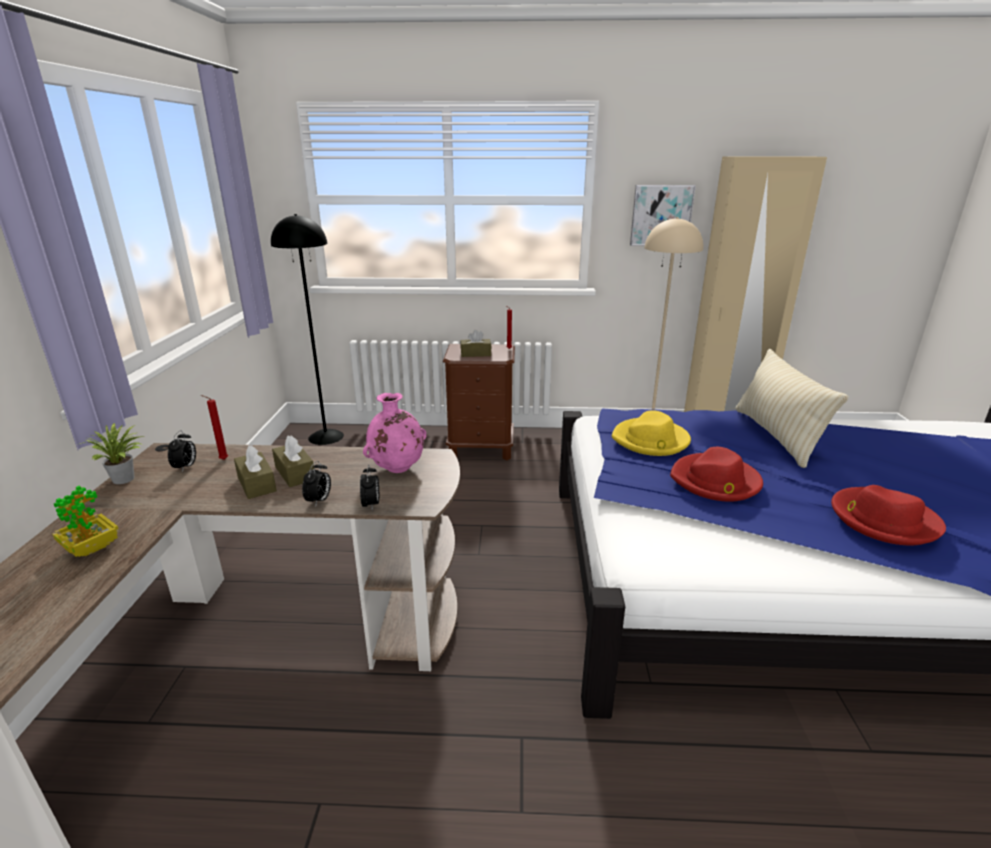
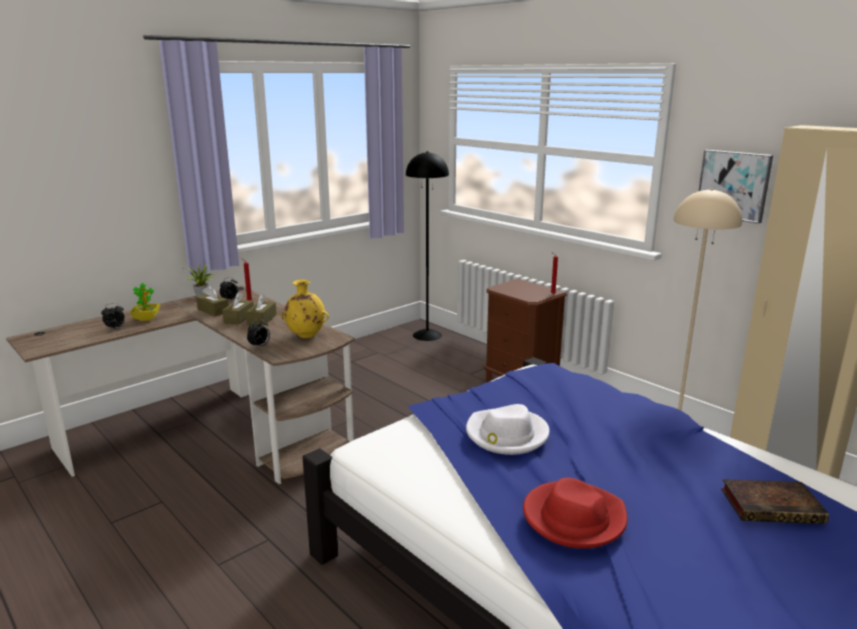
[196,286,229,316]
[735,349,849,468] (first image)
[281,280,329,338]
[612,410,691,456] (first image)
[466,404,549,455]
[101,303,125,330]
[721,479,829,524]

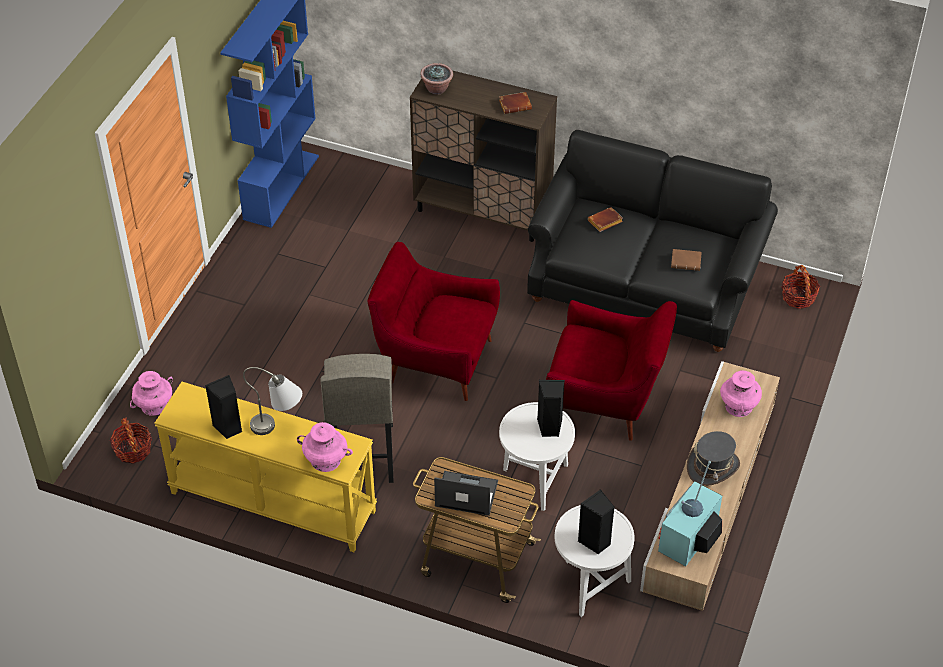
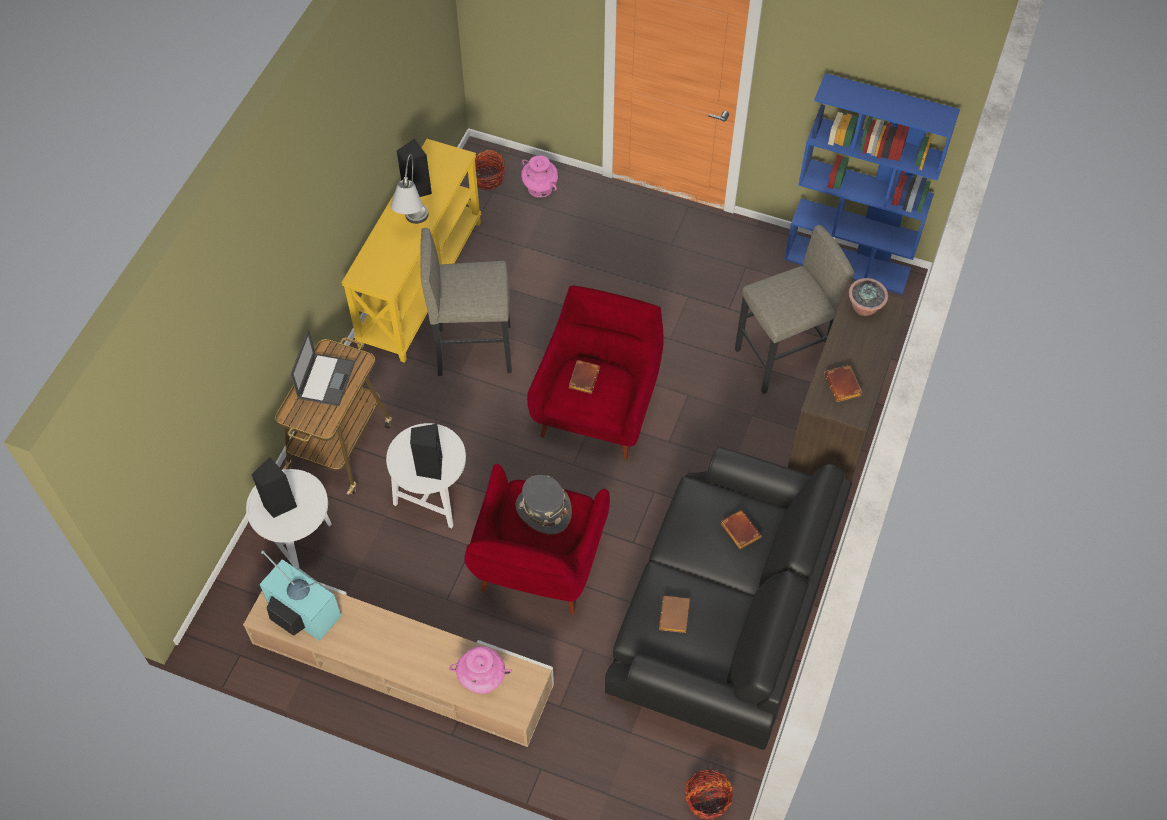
[297,422,353,472] (first image)
[515,475,572,534]
[735,225,855,394]
[569,360,600,394]

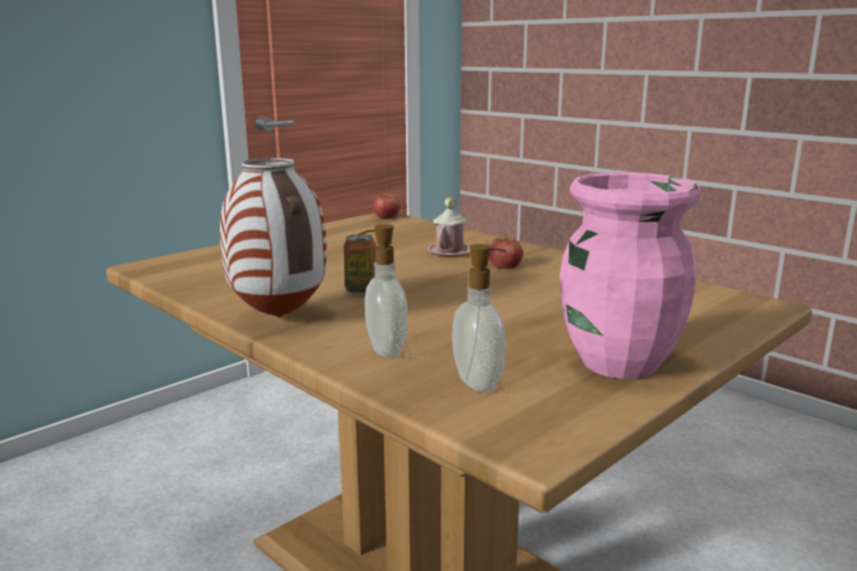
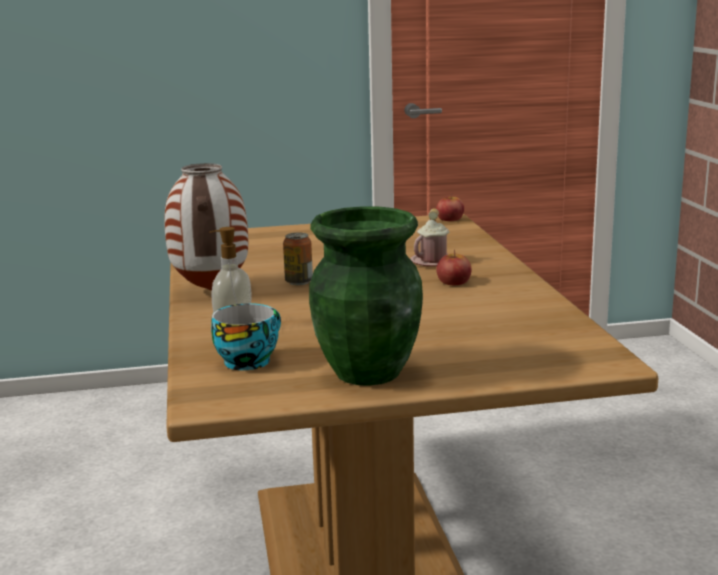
[309,206,423,386]
[211,303,281,370]

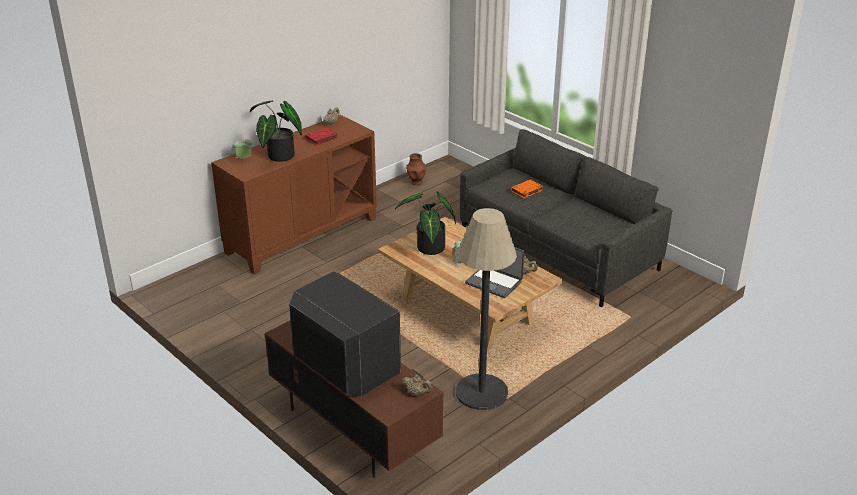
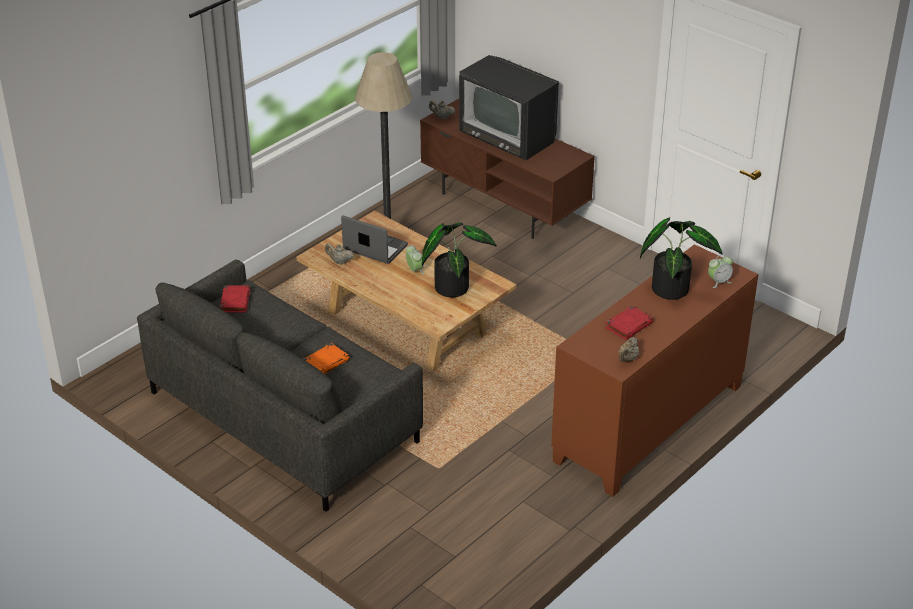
[406,153,426,185] (first image)
[220,285,250,313]

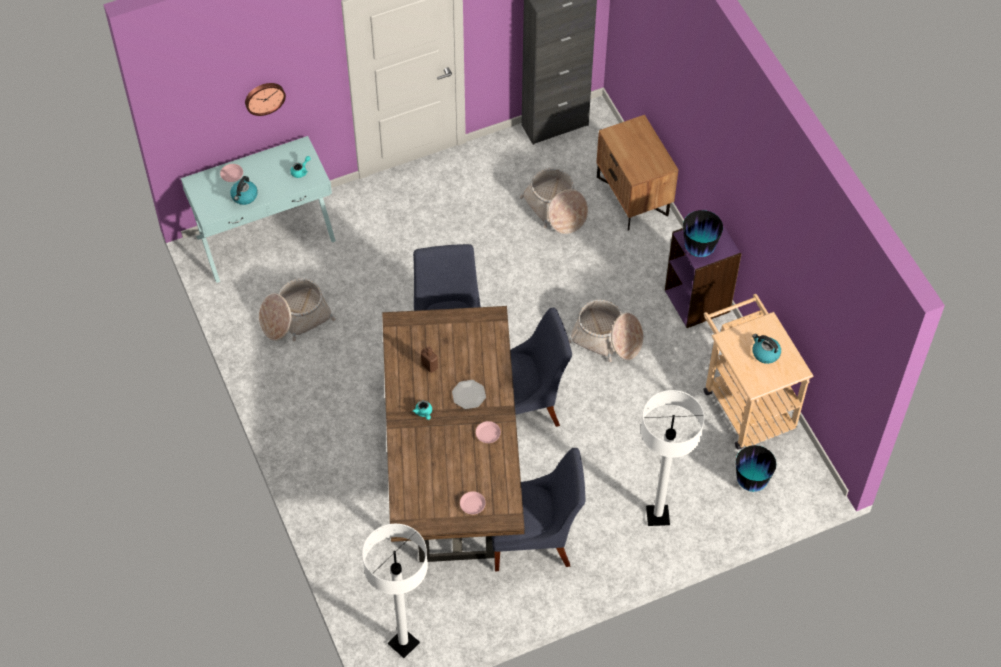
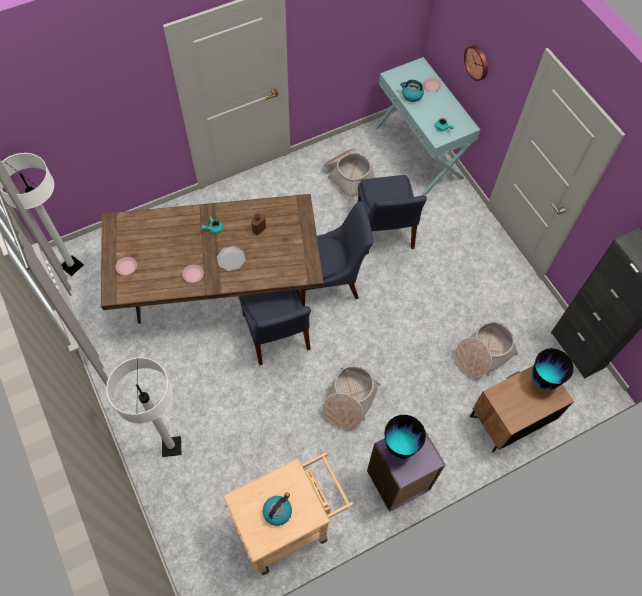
[532,348,574,390]
[358,175,427,254]

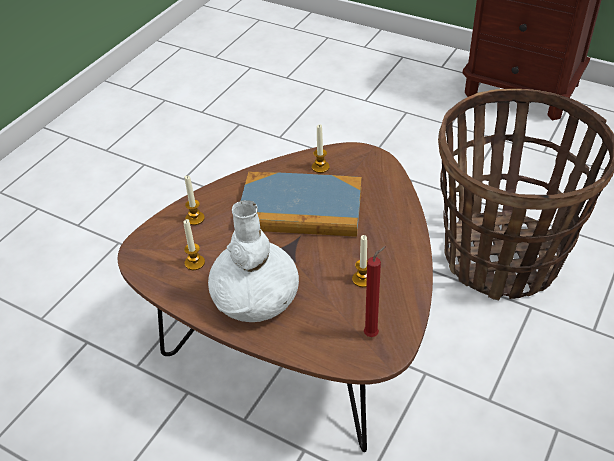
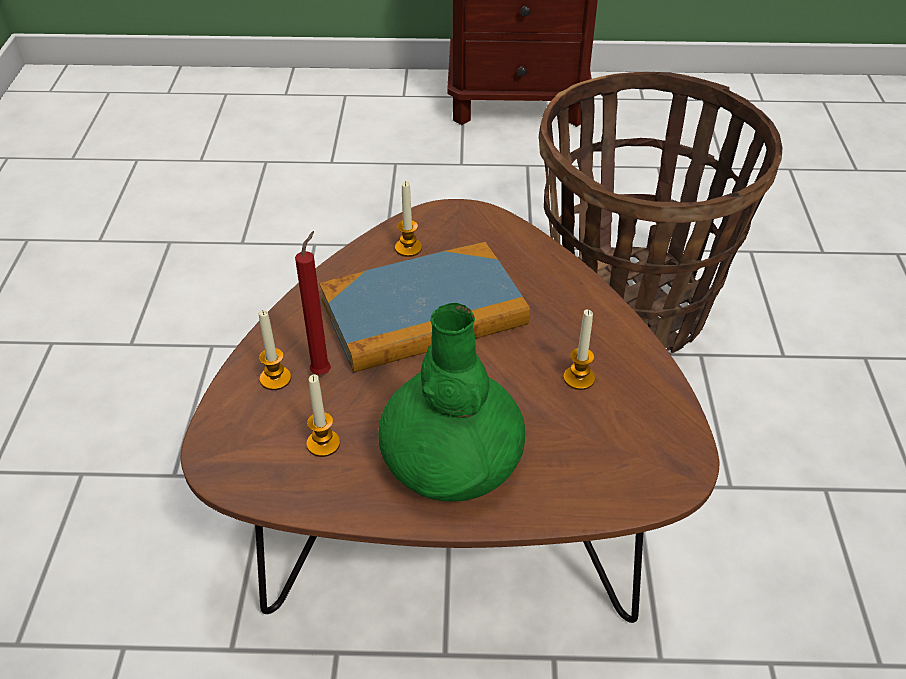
[378,303,525,502]
[295,231,331,375]

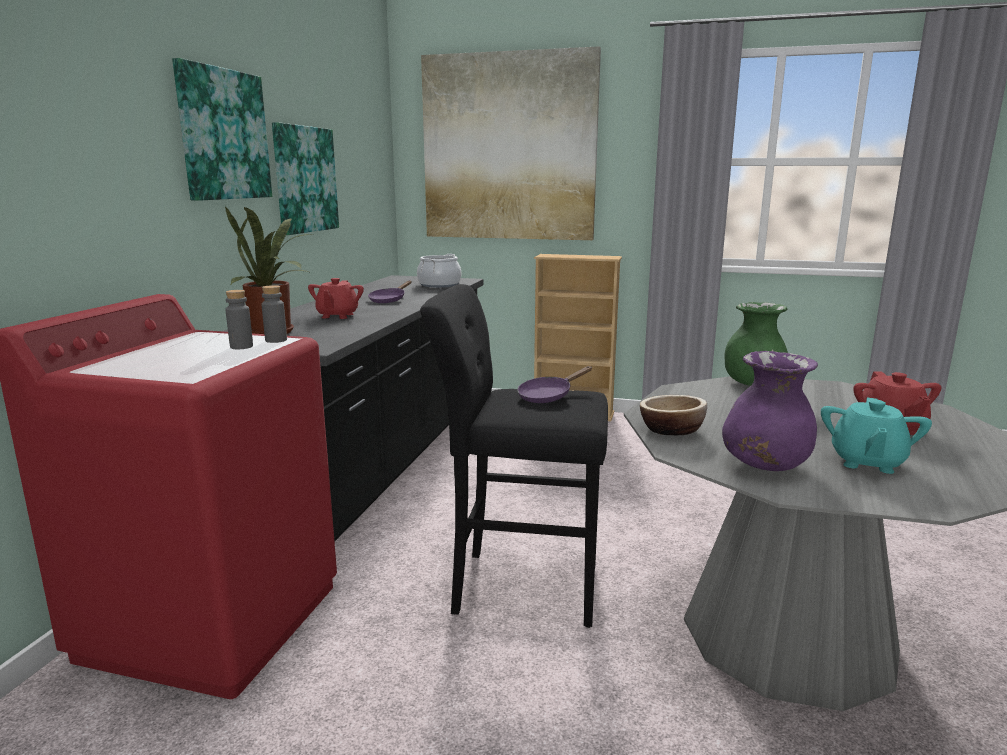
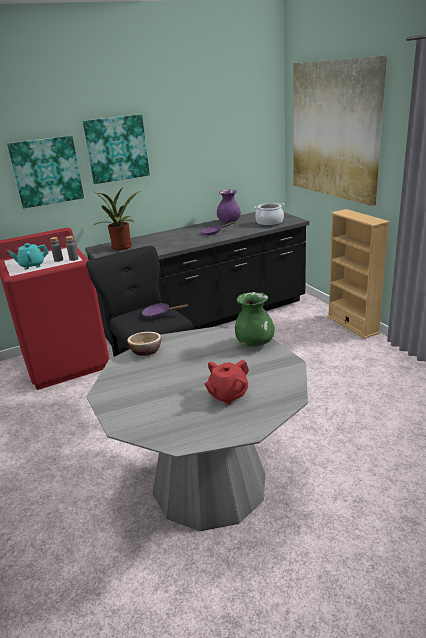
[7,136,84,208]
[308,278,364,319] (first image)
[217,189,241,223]
[8,243,49,270]

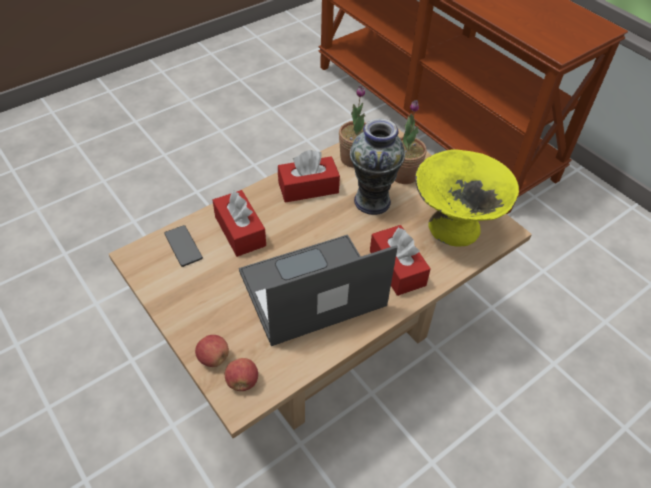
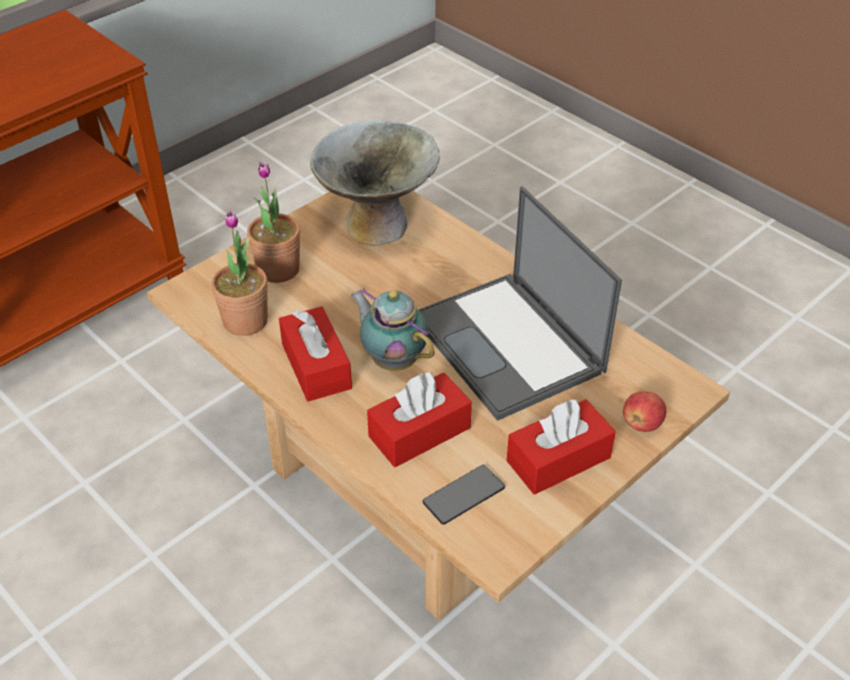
[350,119,405,215] (first image)
[310,120,440,246]
[507,398,616,495]
[225,358,258,391] (first image)
[351,288,435,371]

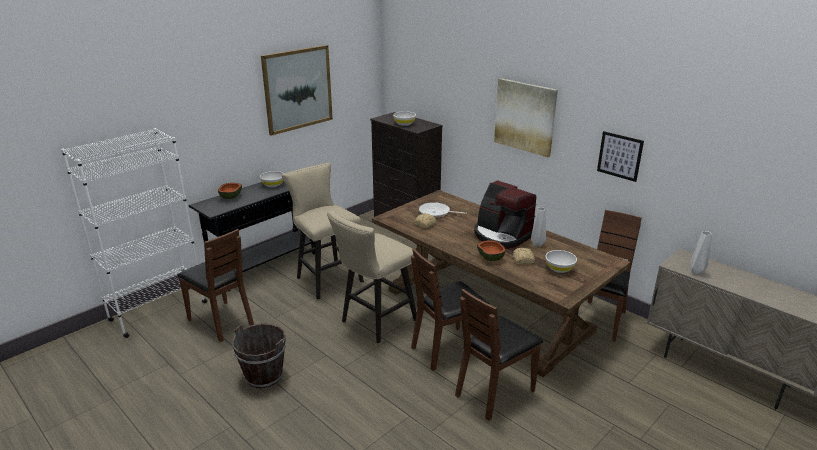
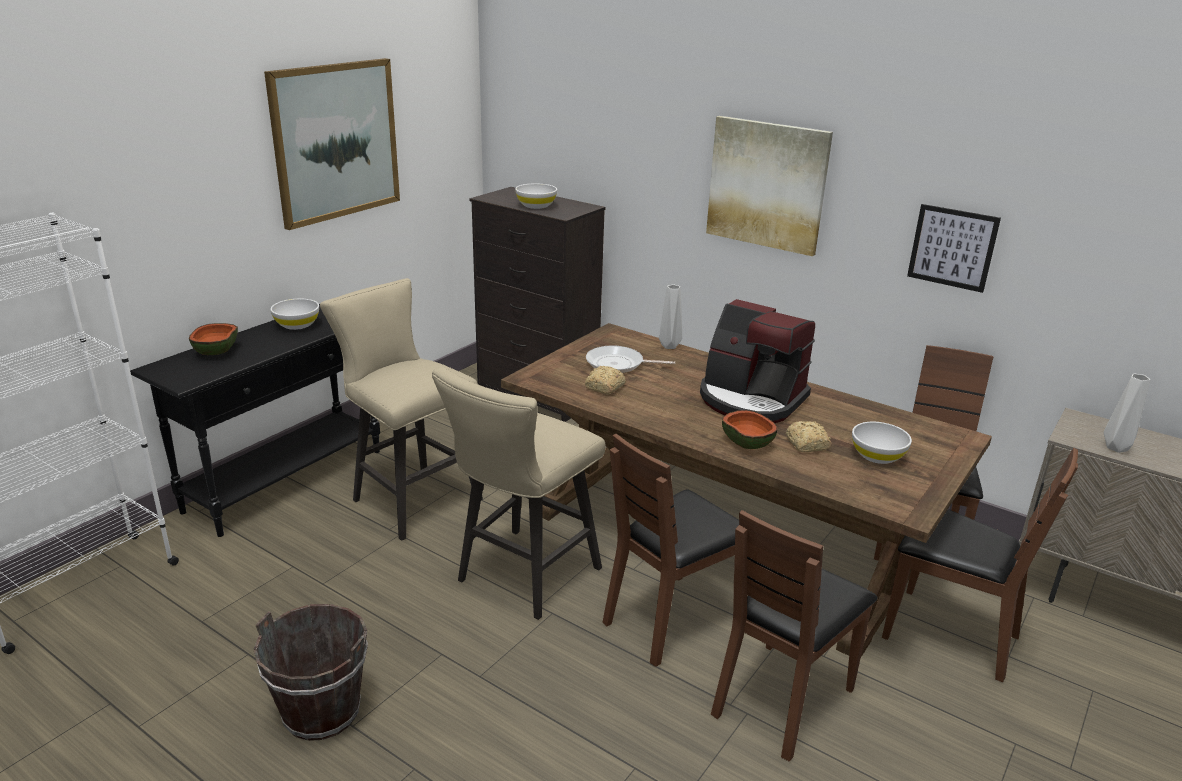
[659,284,682,349]
[882,448,1078,682]

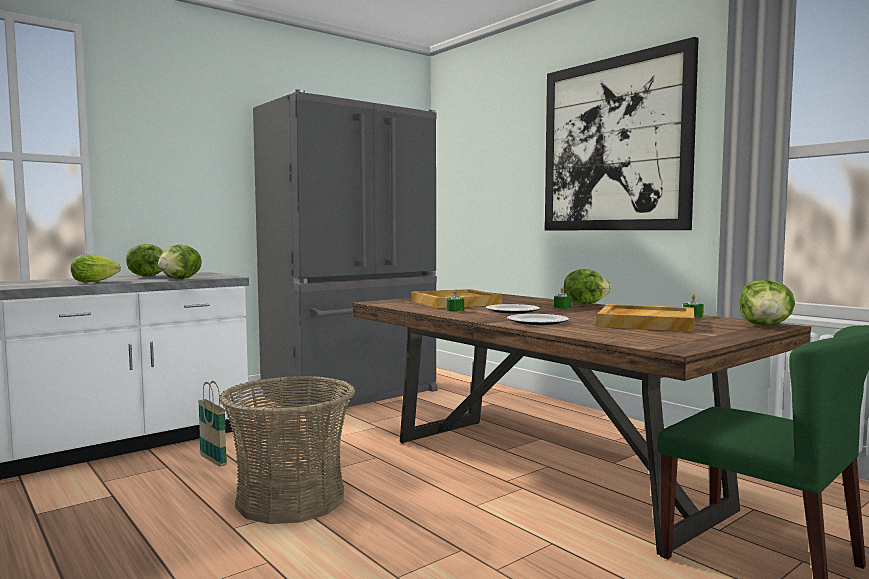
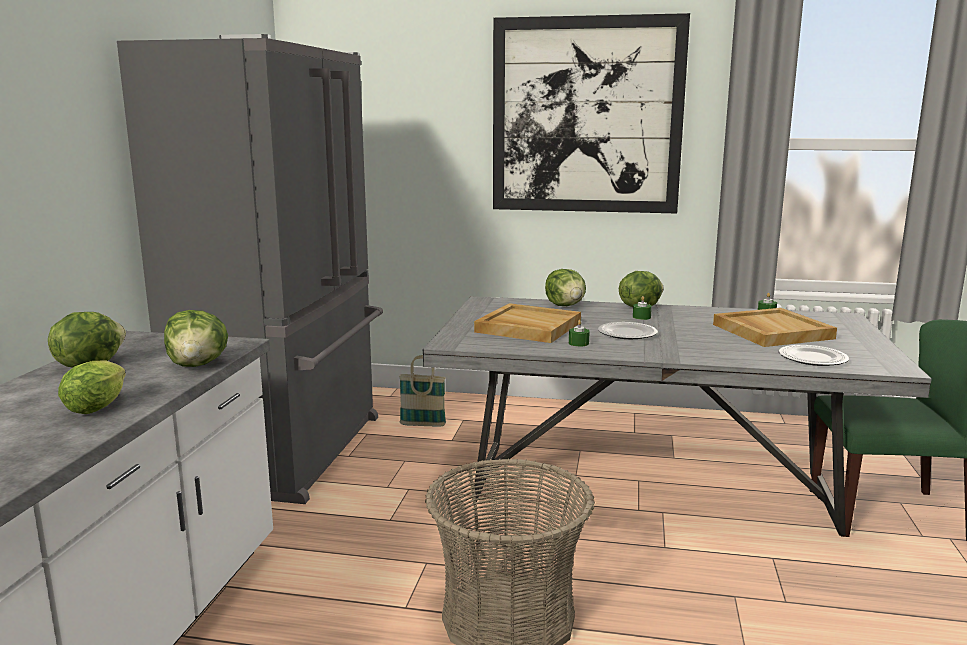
[545,269,586,306]
[423,296,932,536]
[779,345,849,366]
[399,355,446,427]

